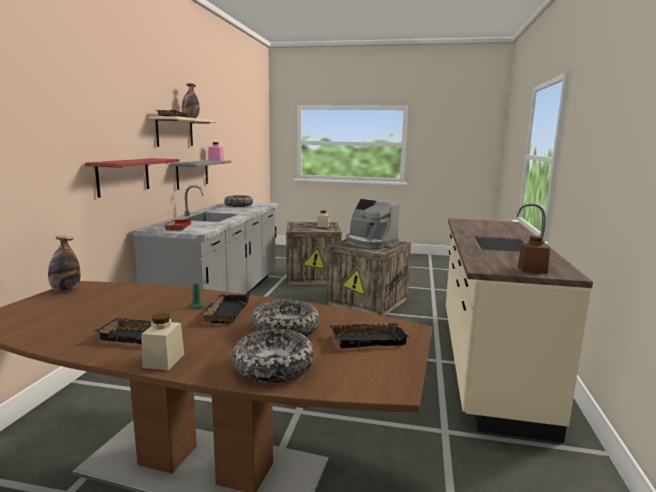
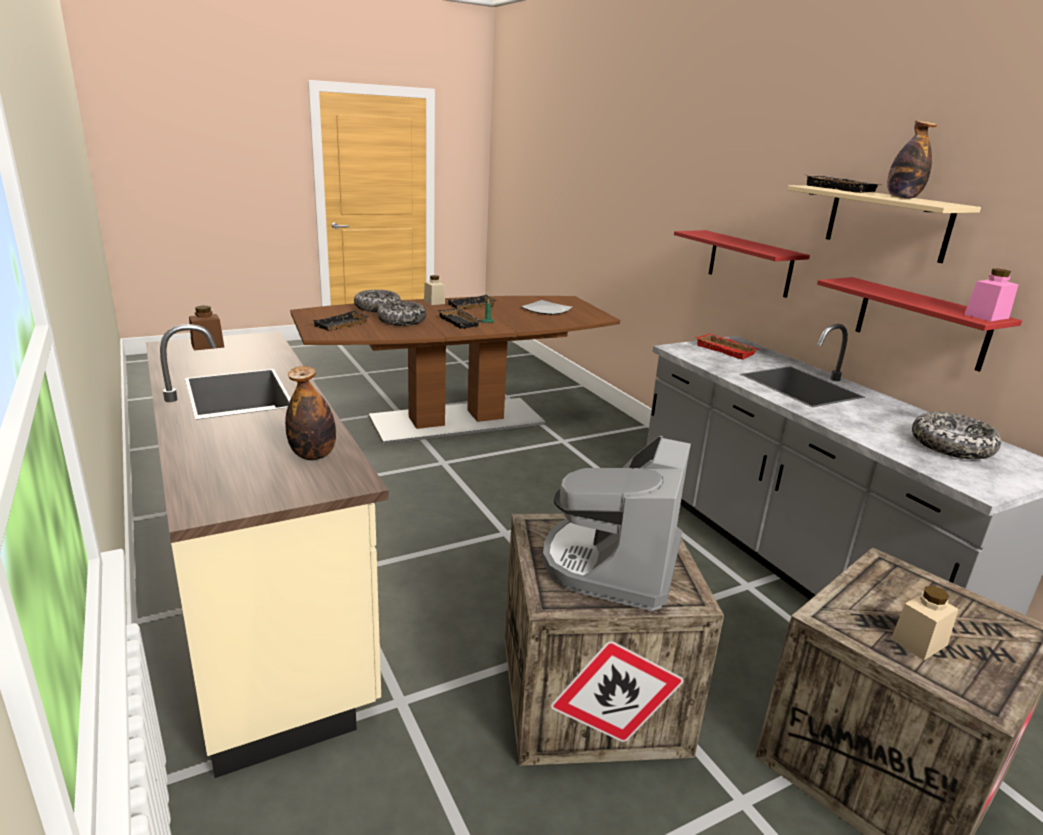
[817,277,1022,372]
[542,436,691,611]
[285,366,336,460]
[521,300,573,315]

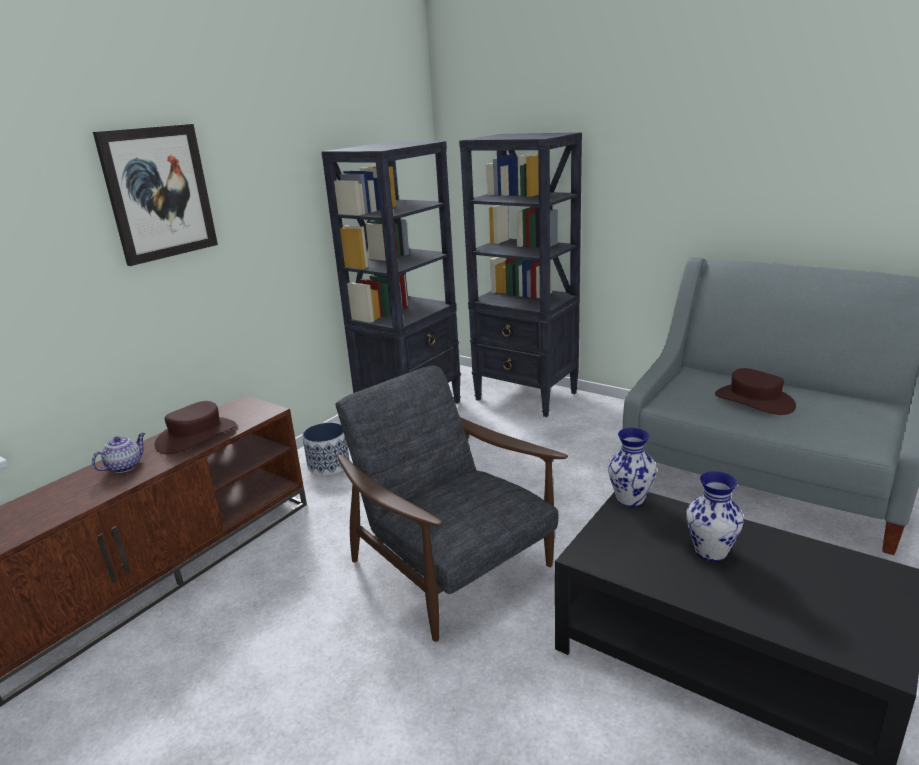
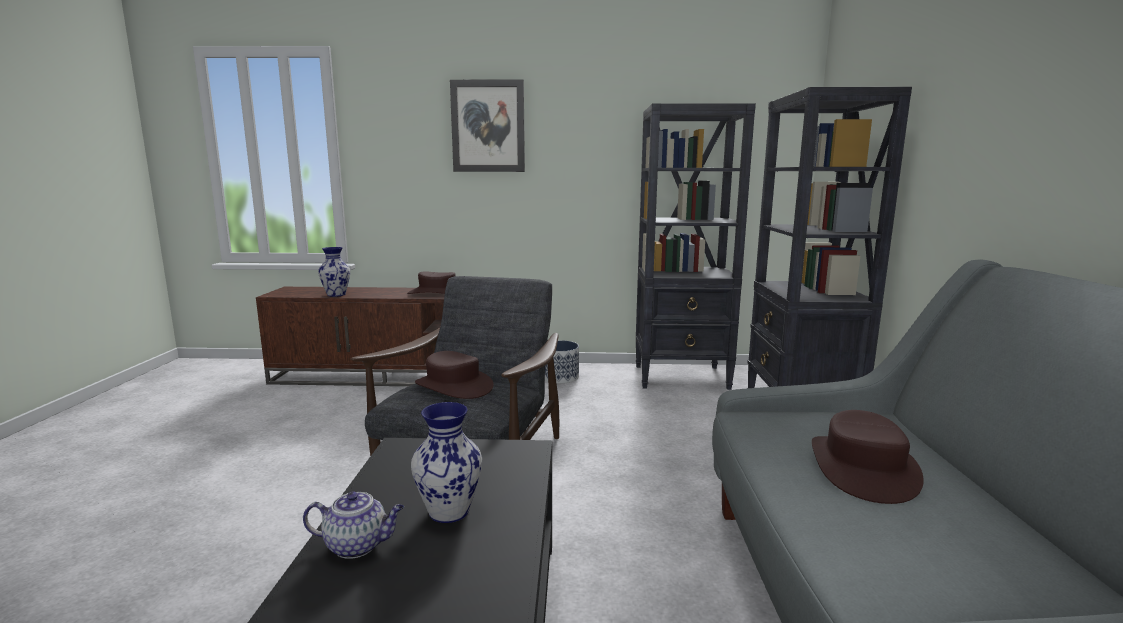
[318,247,350,297]
[303,491,404,559]
[415,351,494,399]

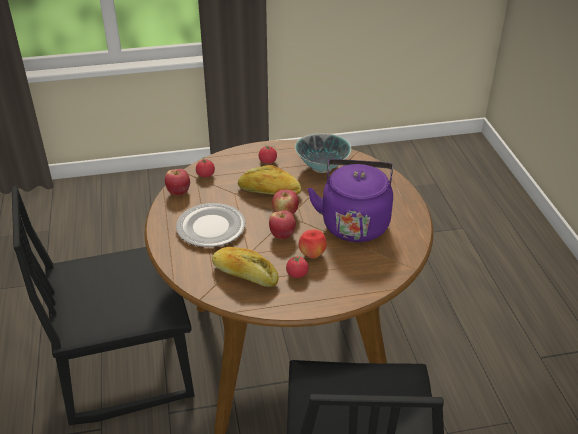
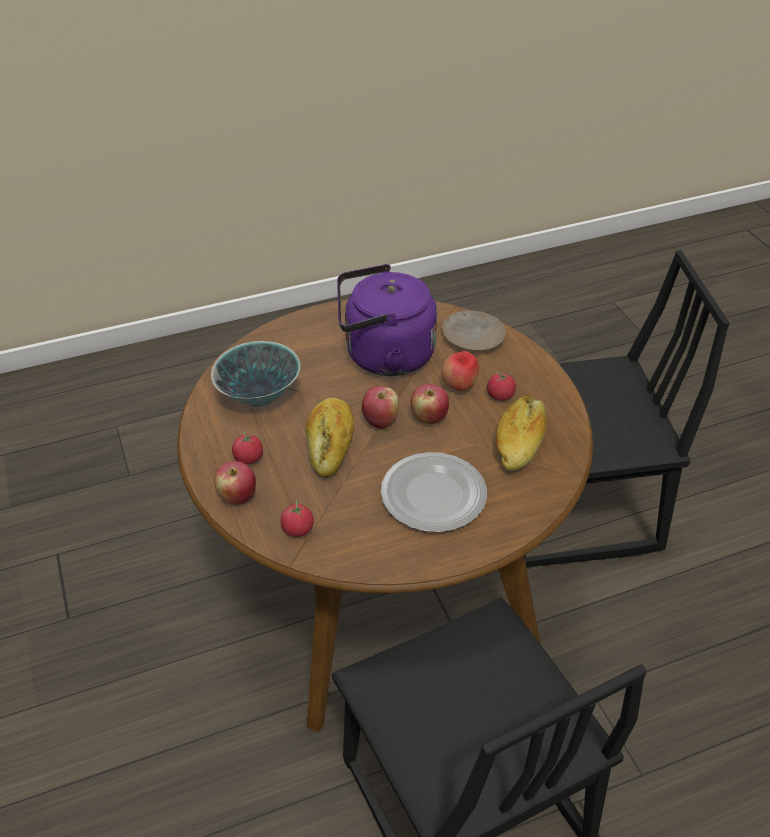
[214,461,256,505]
[442,310,506,351]

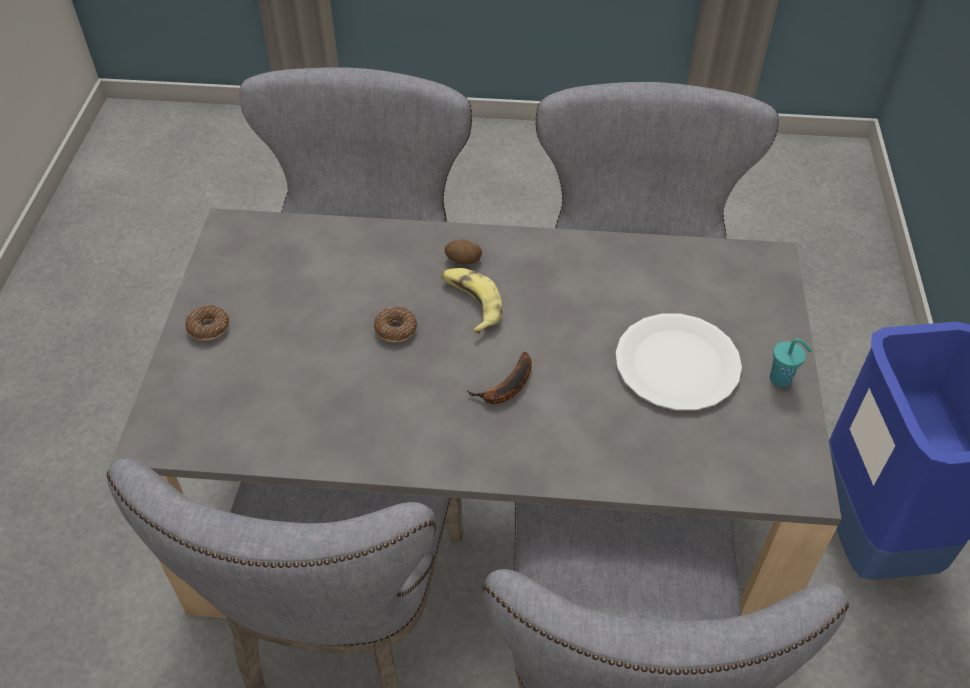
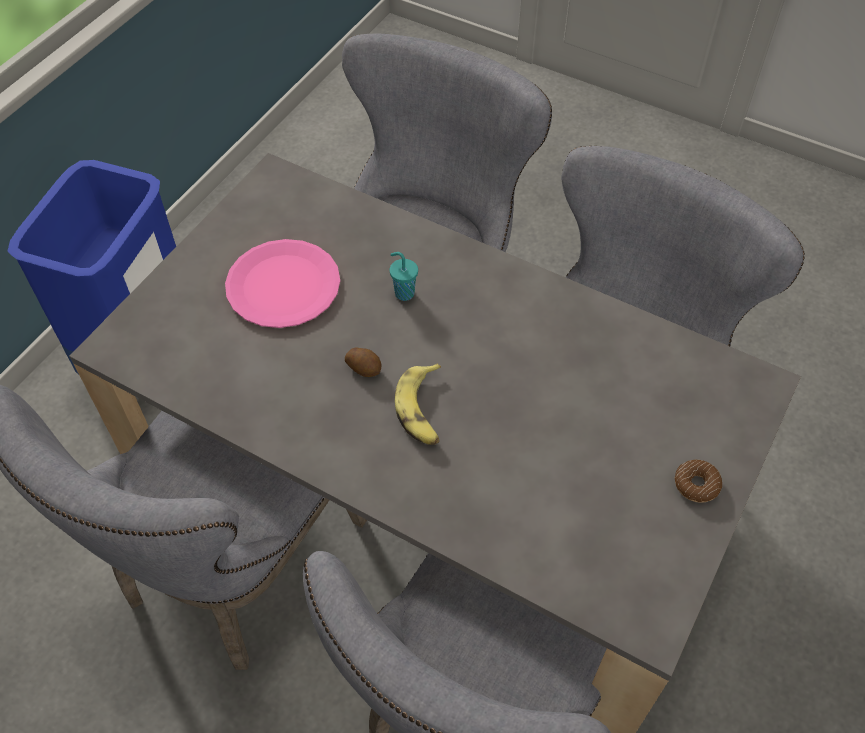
[345,347,381,377]
[374,307,417,343] (first image)
[225,239,340,328]
[390,252,418,301]
[467,352,532,404] (first image)

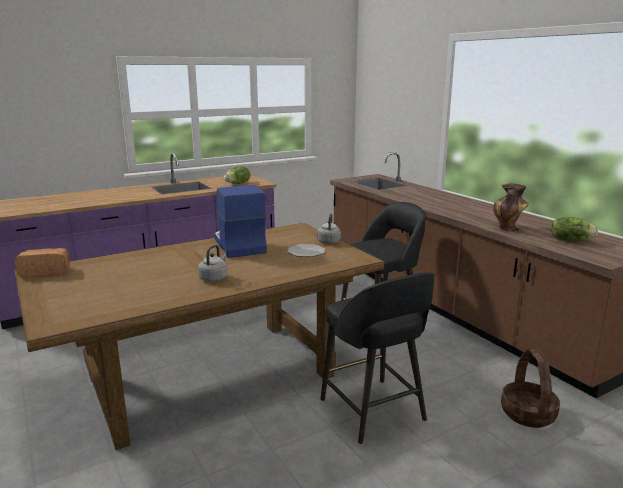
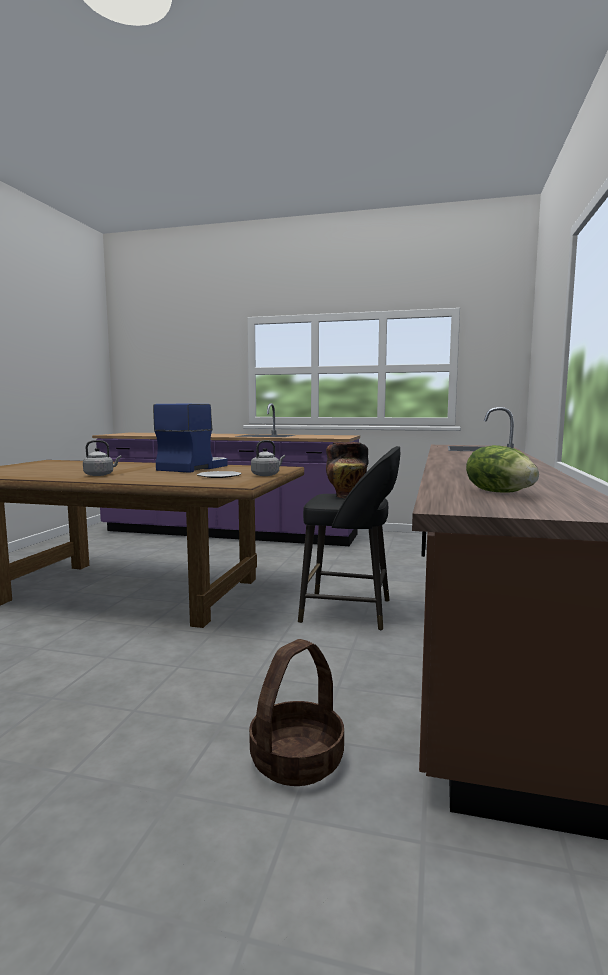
[224,166,250,184] (first image)
[326,442,369,498]
[15,248,69,278] (first image)
[320,272,434,444] (first image)

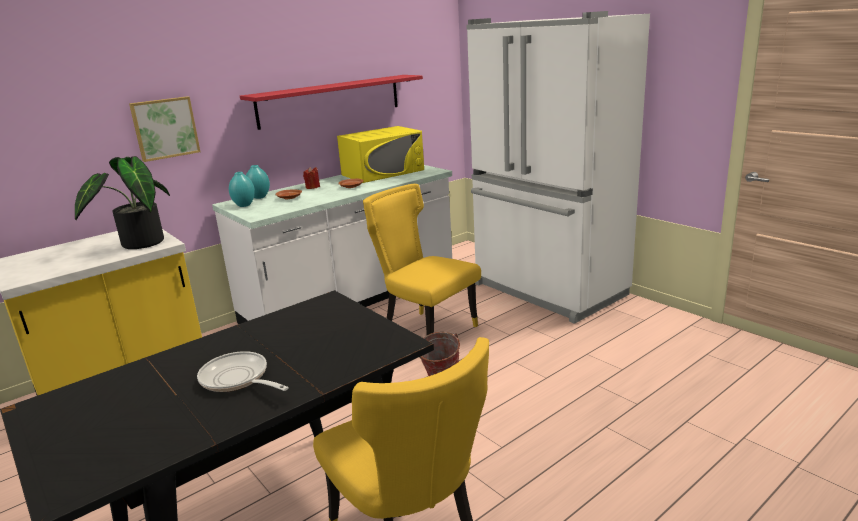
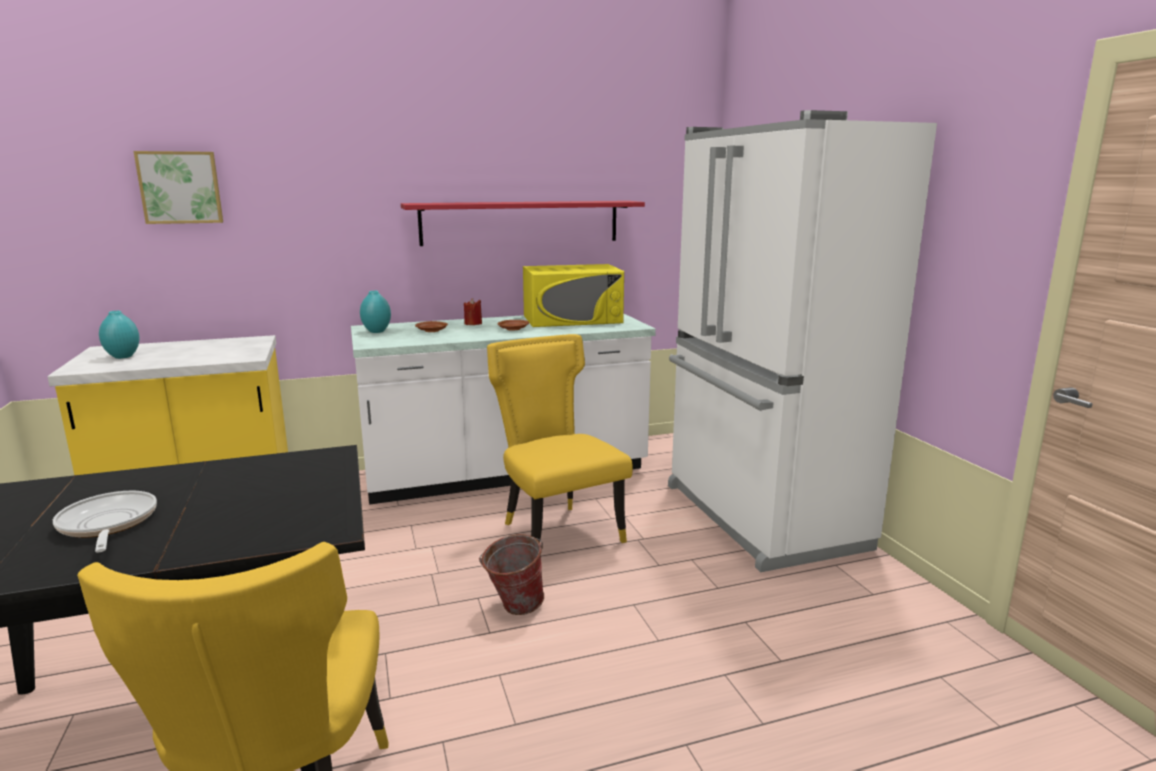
[134,151,223,224]
[75,156,170,249] (first image)
[99,311,140,359]

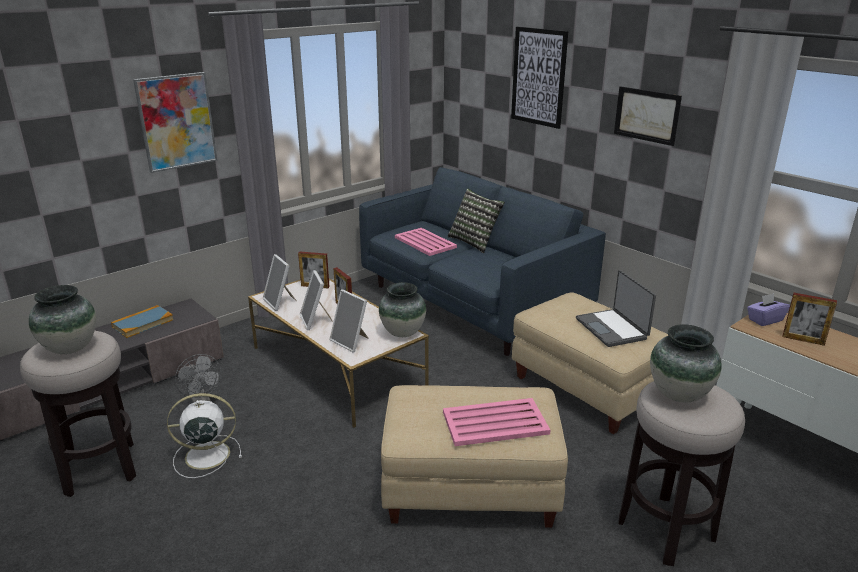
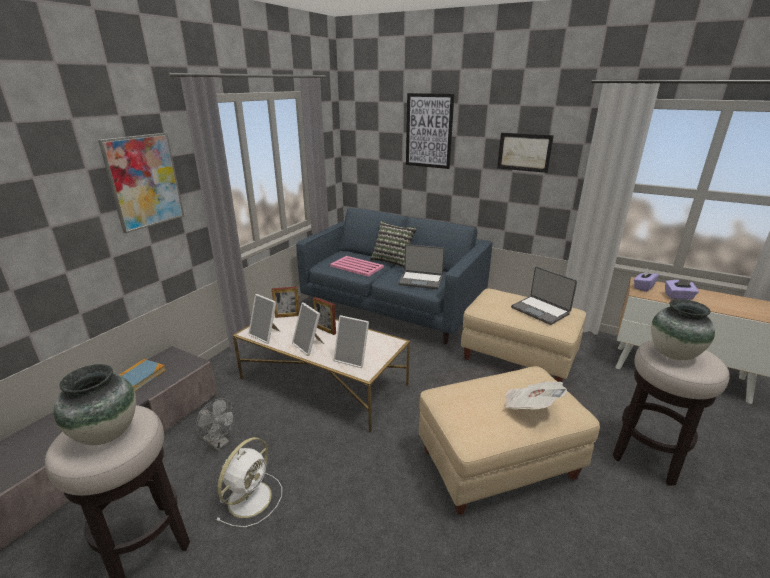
[379,282,426,337] (first image)
[665,280,699,300]
[216,437,282,527]
[504,381,567,410]
[398,244,445,289]

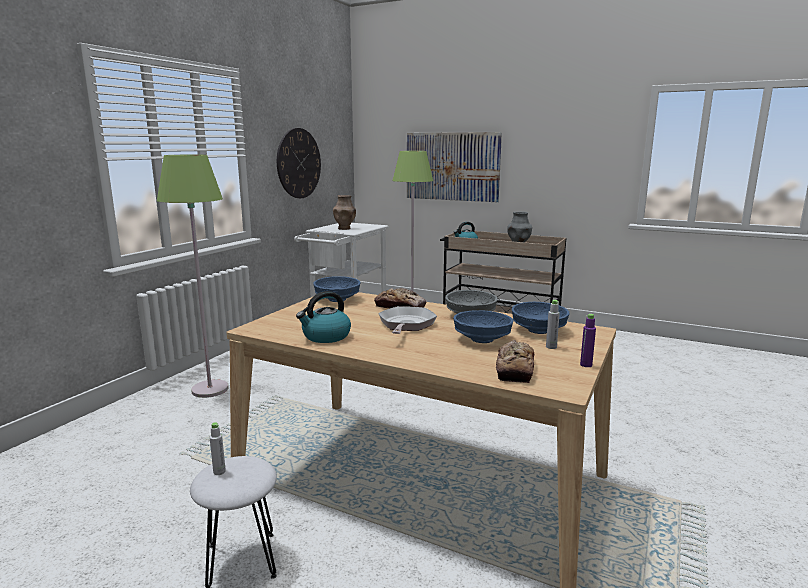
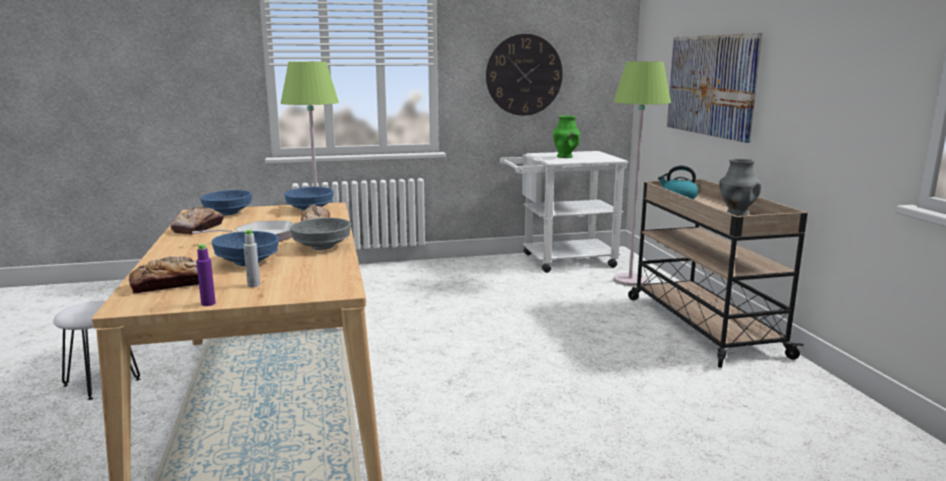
[553,115,580,158]
[170,206,224,234]
[200,190,252,216]
[210,422,226,475] (first image)

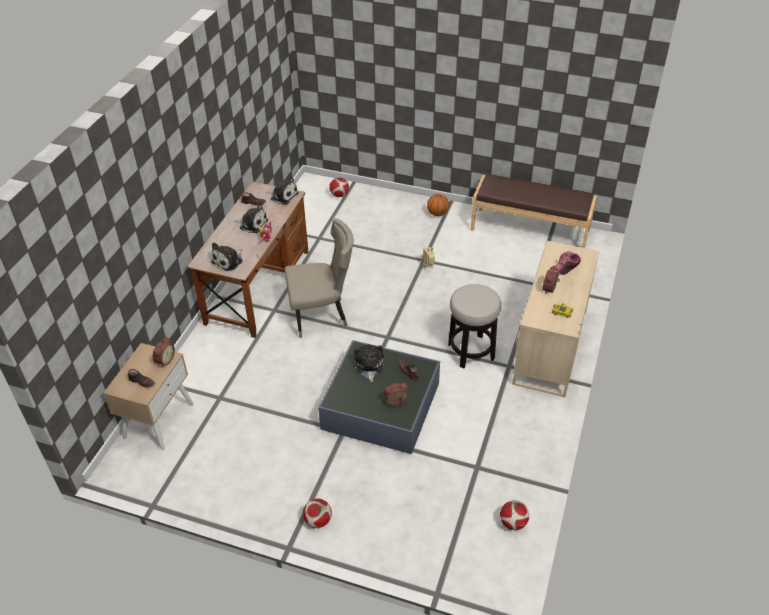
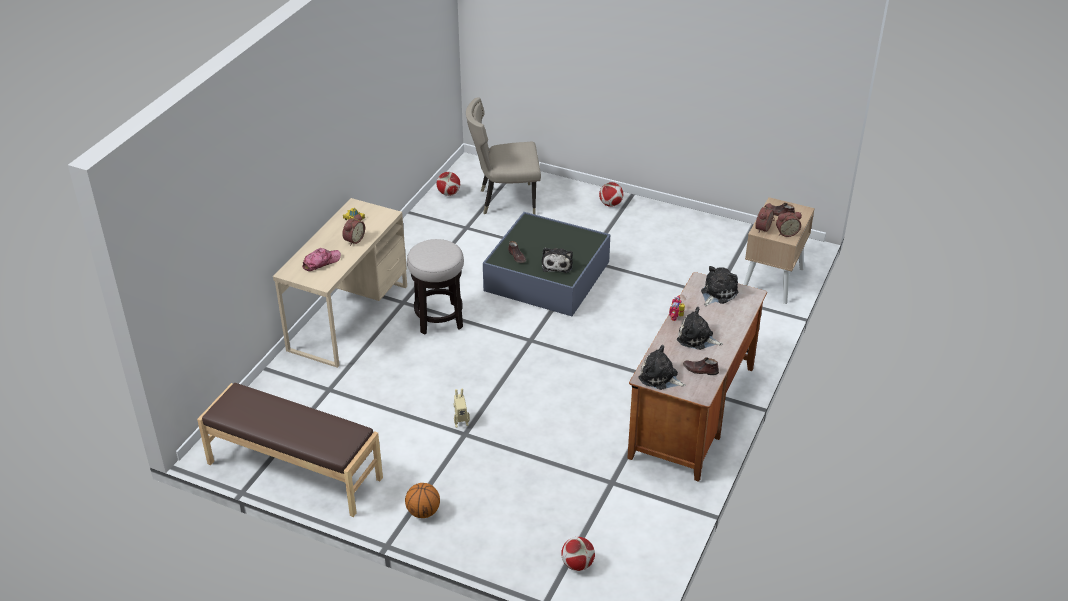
[466,97,541,215]
[776,212,802,237]

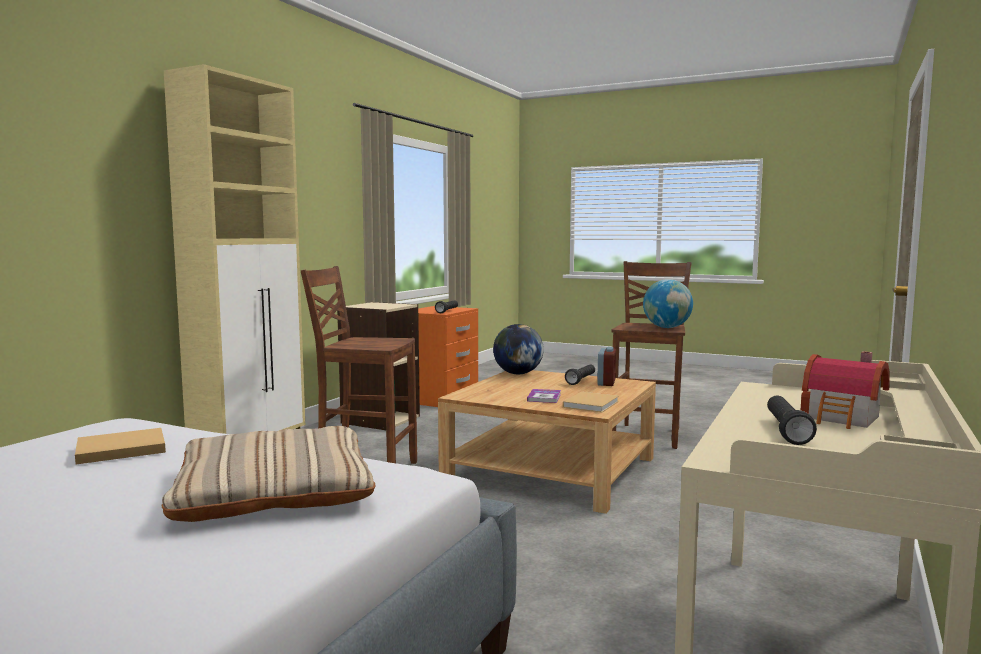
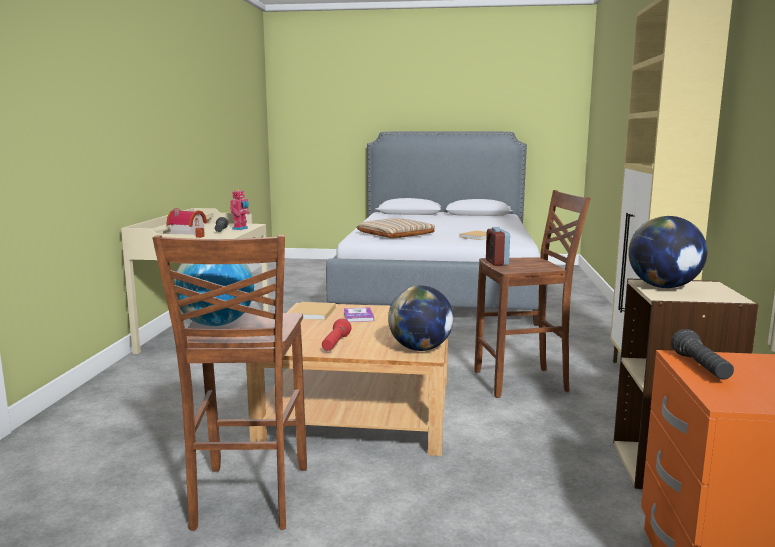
[486,227,510,266]
[322,319,351,351]
[230,189,250,230]
[628,216,707,288]

